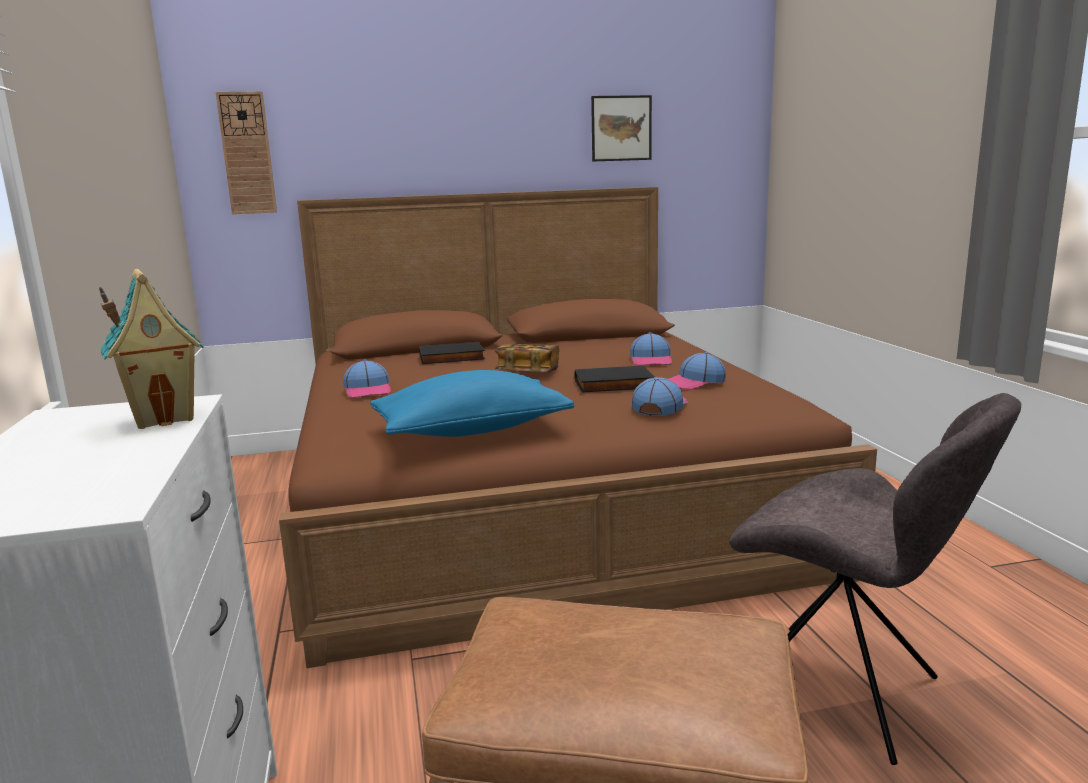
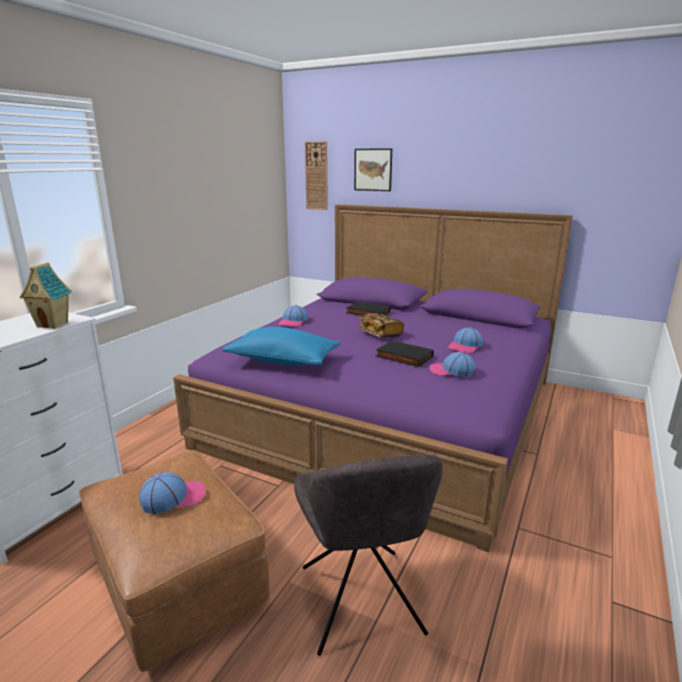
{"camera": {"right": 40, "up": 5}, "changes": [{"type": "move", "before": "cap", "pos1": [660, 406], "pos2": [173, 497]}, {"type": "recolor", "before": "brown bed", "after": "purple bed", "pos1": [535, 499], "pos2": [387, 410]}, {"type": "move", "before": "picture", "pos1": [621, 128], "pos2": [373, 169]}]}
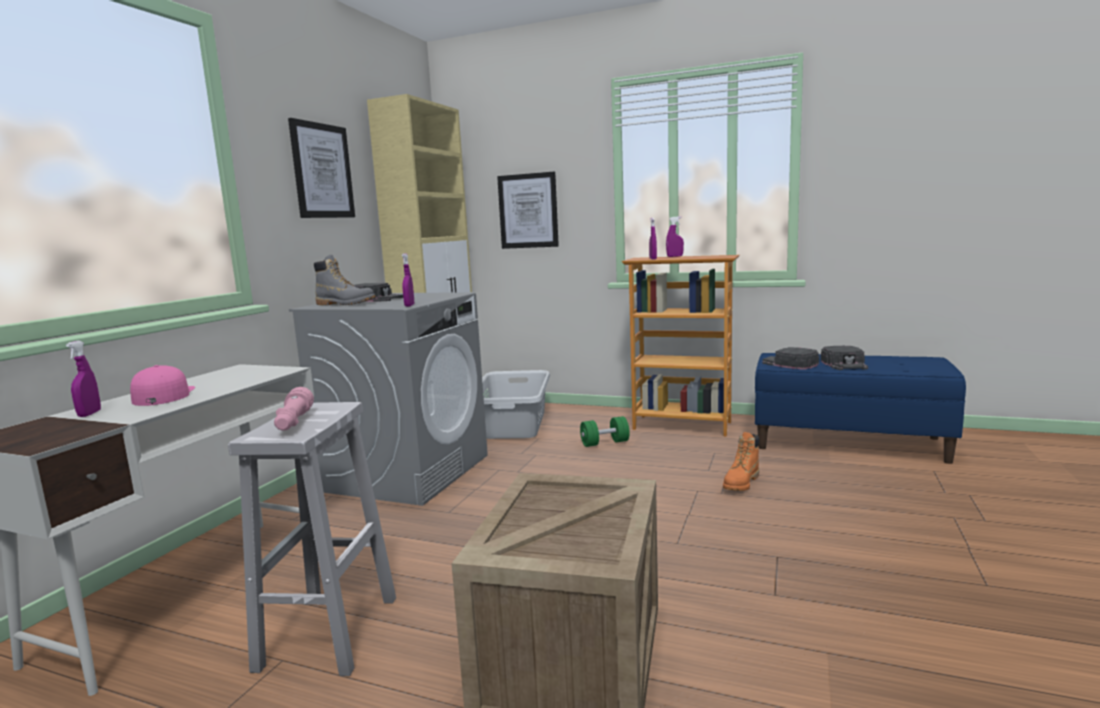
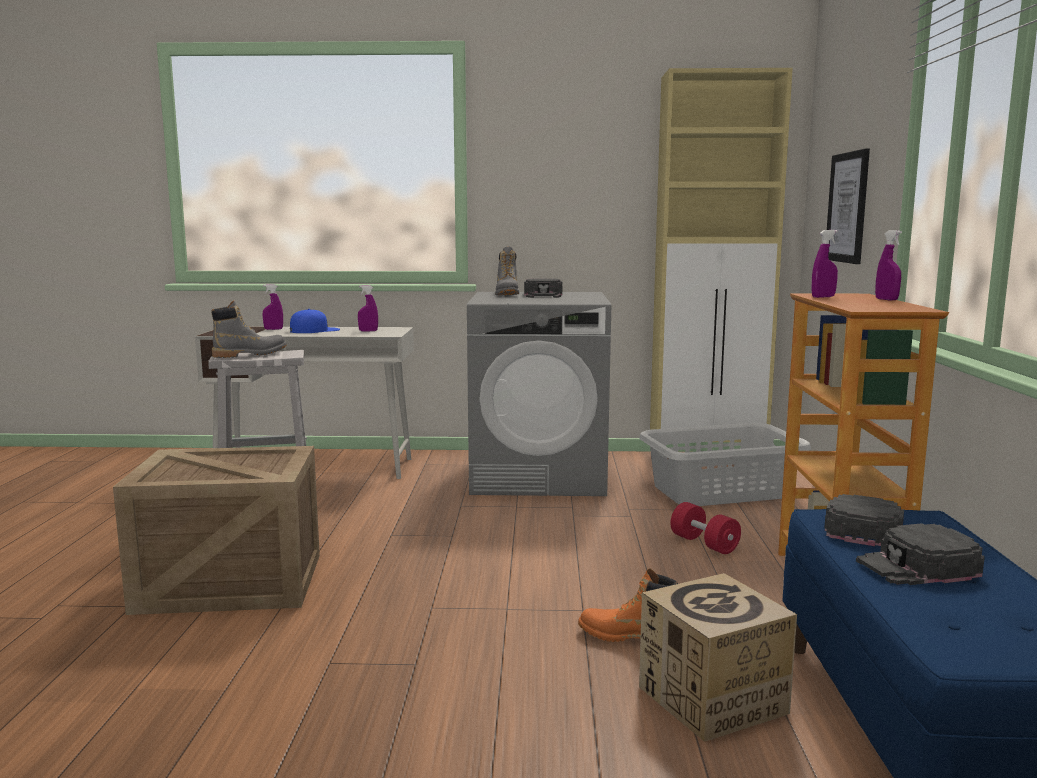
{"camera": {"right": 70, "up": 0}, "changes": [{"type": "replace", "before": "pink flashlight", "after": "grey boot", "pos1": [294, 423], "pos2": [250, 354]}, {"type": "recolor", "before": "pink cap", "after": "blue cap", "pos1": [164, 395], "pos2": [315, 330]}, {"type": "move", "before": "purple spray bottle", "pos1": [409, 305], "pos2": [368, 331]}, {"type": "insert", "after": "cardboard box", "pos2": [712, 700]}, {"type": "recolor", "before": "green dumbbell", "after": "red dumbbell", "pos1": [605, 443], "pos2": [704, 544]}, {"type": "delete", "before": "picture", "pos1": [322, 171]}]}
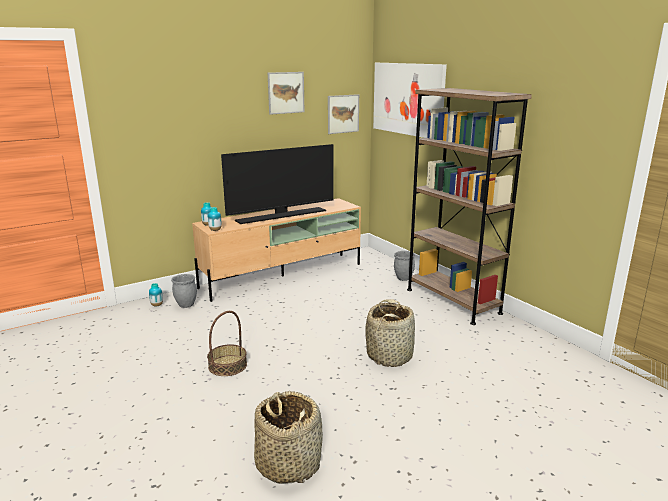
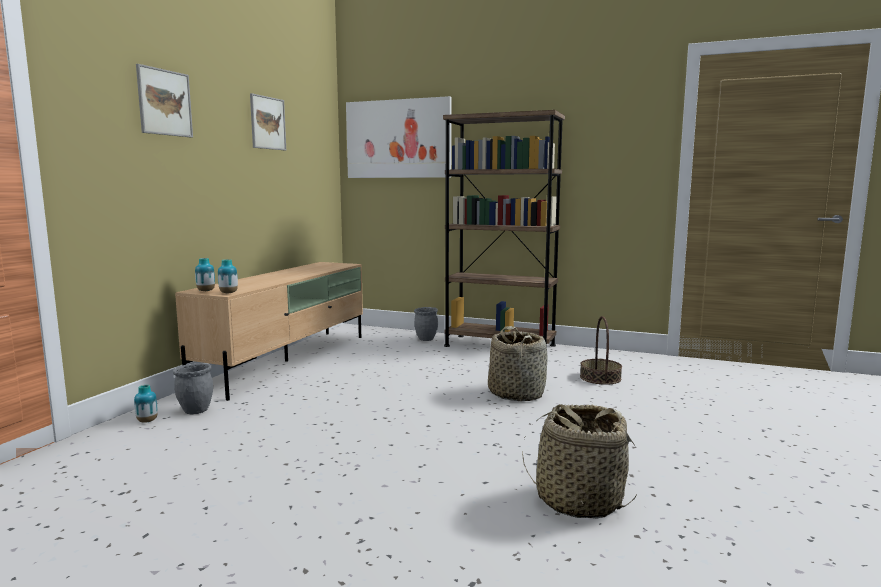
{"camera": {"right": -35, "up": -10}, "changes": [{"type": "move", "before": "picture", "pos1": [343, 114], "pos2": [164, 102]}, {"type": "move", "before": "basket", "pos1": [227, 365], "pos2": [600, 378]}, {"type": "delete", "before": "television", "pos1": [281, 215]}]}
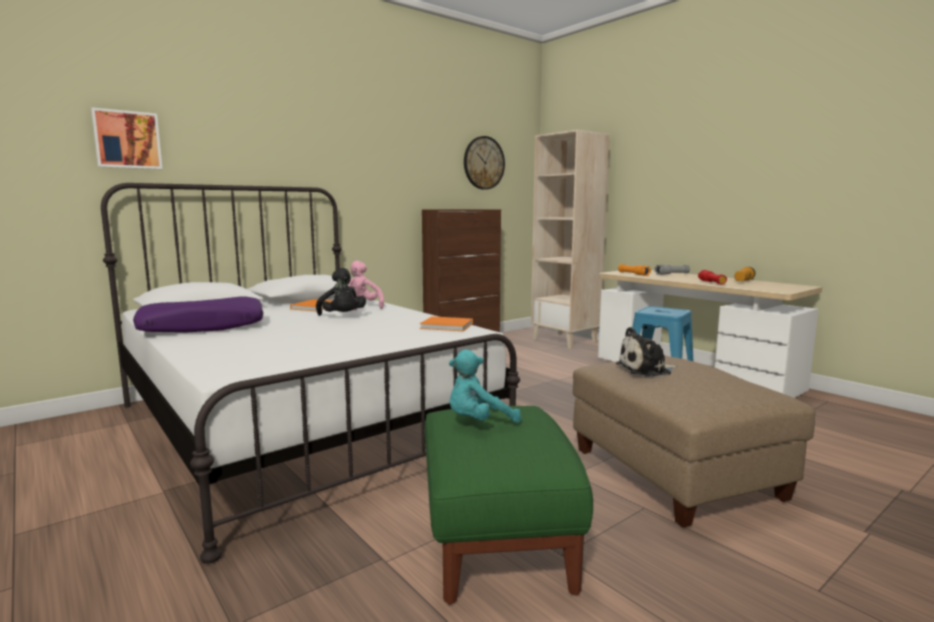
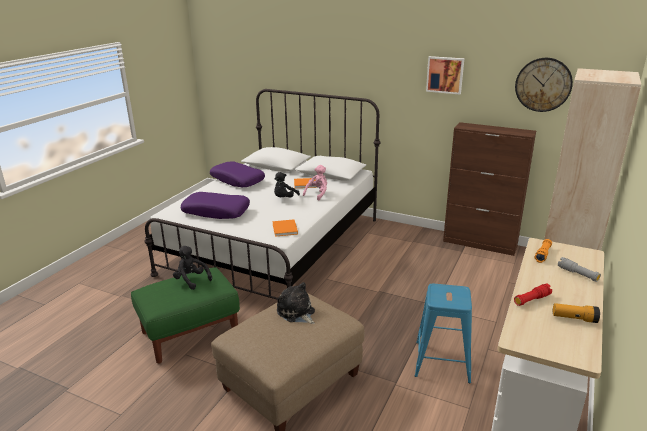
{"camera": {"right": 65, "up": 15}, "changes": [{"type": "recolor", "before": "turquoise plush toy", "after": "black plush toy", "pos1": [478, 422], "pos2": [191, 280]}, {"type": "insert", "after": "purple pillow", "pos2": [216, 211]}, {"type": "move", "before": "picture", "pos1": [127, 140], "pos2": [445, 74]}]}
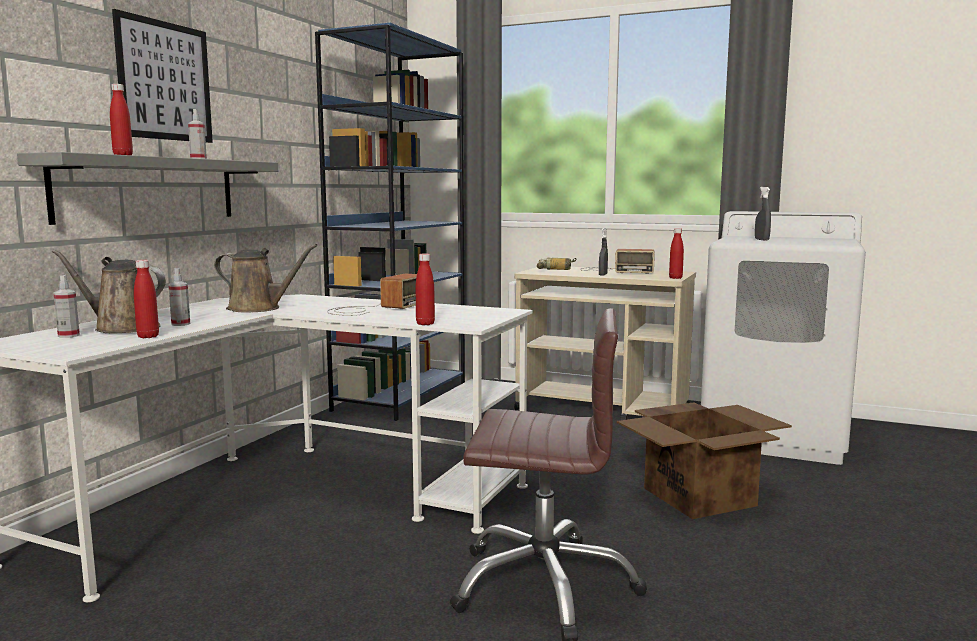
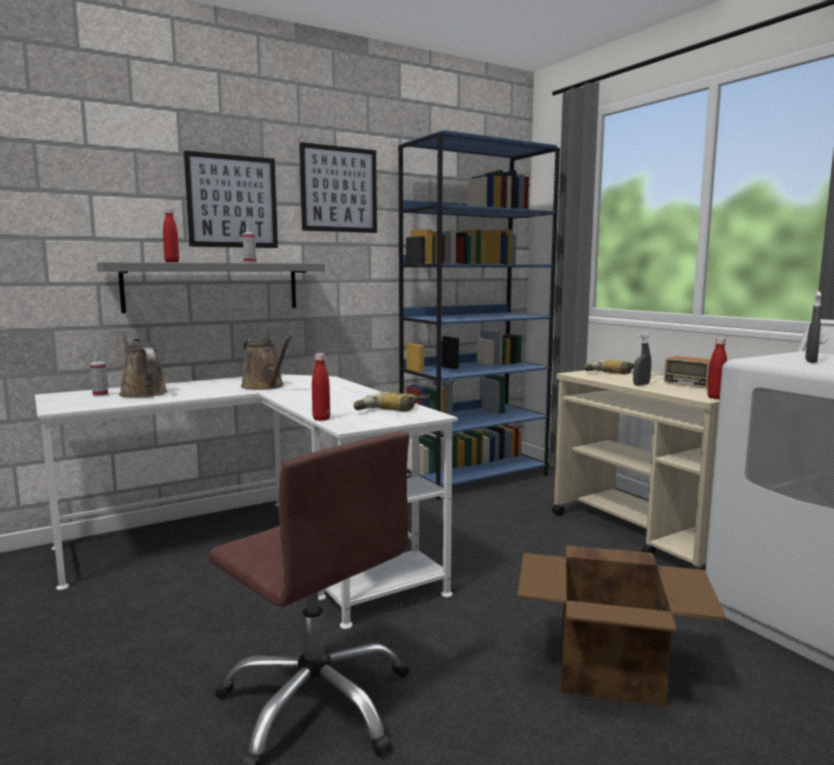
{"camera": {"right": 35, "up": 0}, "changes": [{"type": "insert", "after": "picture", "pos2": [339, 189]}, {"type": "insert", "after": "power drill", "pos2": [391, 410]}, {"type": "delete", "before": "red bottle", "pos1": [148, 336]}, {"type": "delete", "before": "spray bottle", "pos1": [180, 324]}, {"type": "delete", "before": "radio", "pos1": [374, 308]}]}
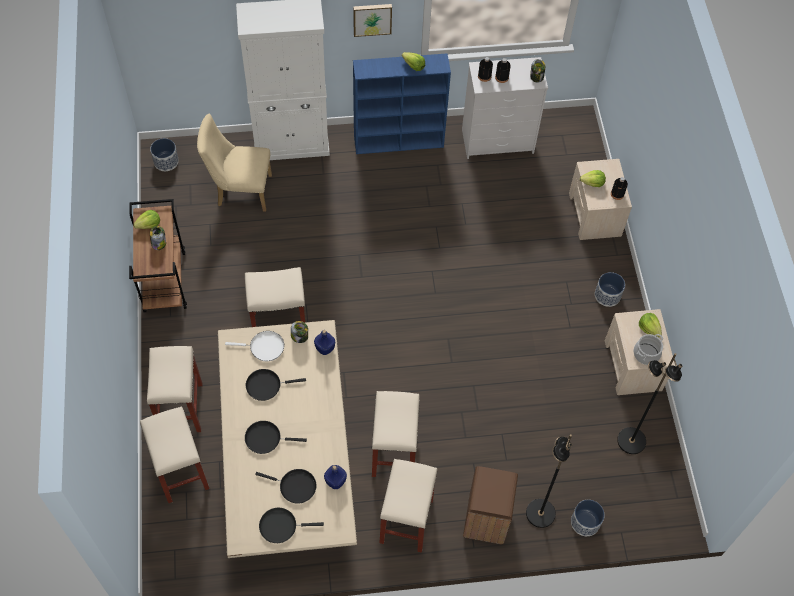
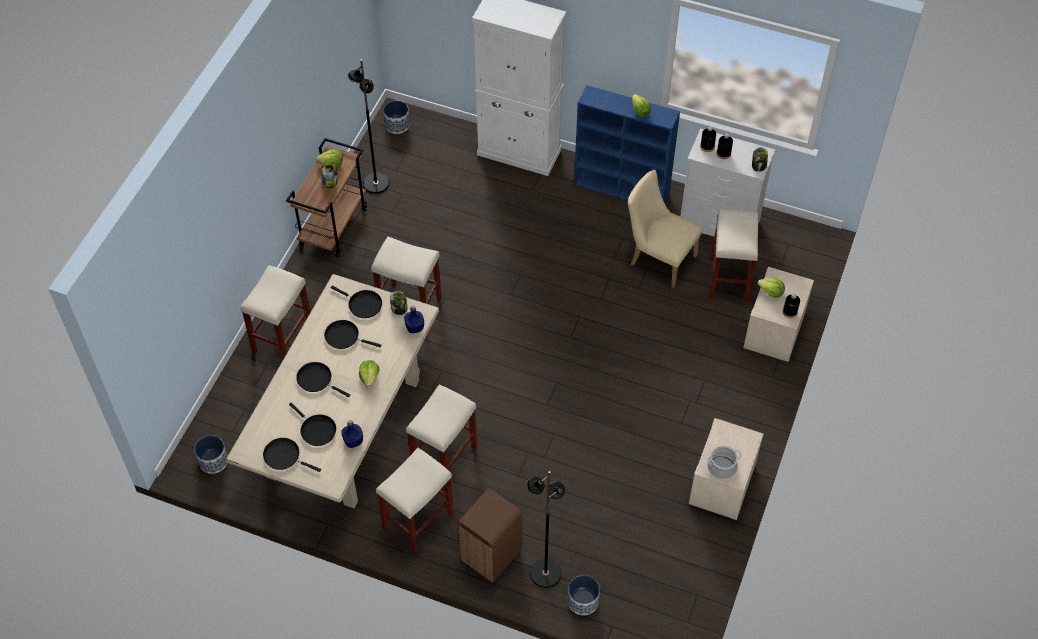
{"camera": {"right": 30, "up": -5}, "changes": [{"type": "move", "before": "planter", "pos1": [607, 295], "pos2": [213, 461]}, {"type": "recolor", "before": "white frying pan", "after": "black frying pan", "pos1": [264, 347], "pos2": [363, 304]}, {"type": "move", "before": "black floor lamp", "pos1": [630, 441], "pos2": [375, 183]}, {"type": "move", "before": "lettuce", "pos1": [649, 328], "pos2": [369, 377]}, {"type": "move", "before": "beige chair", "pos1": [240, 191], "pos2": [658, 259]}, {"type": "move", "before": "beige stool", "pos1": [180, 471], "pos2": [728, 279]}, {"type": "delete", "before": "picture", "pos1": [372, 18]}]}
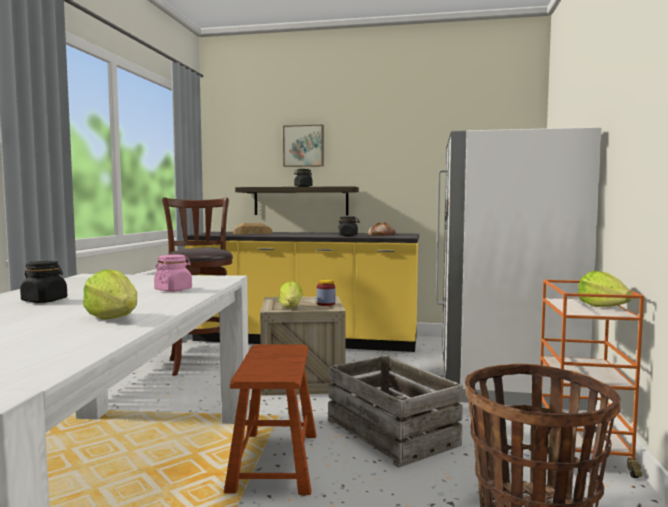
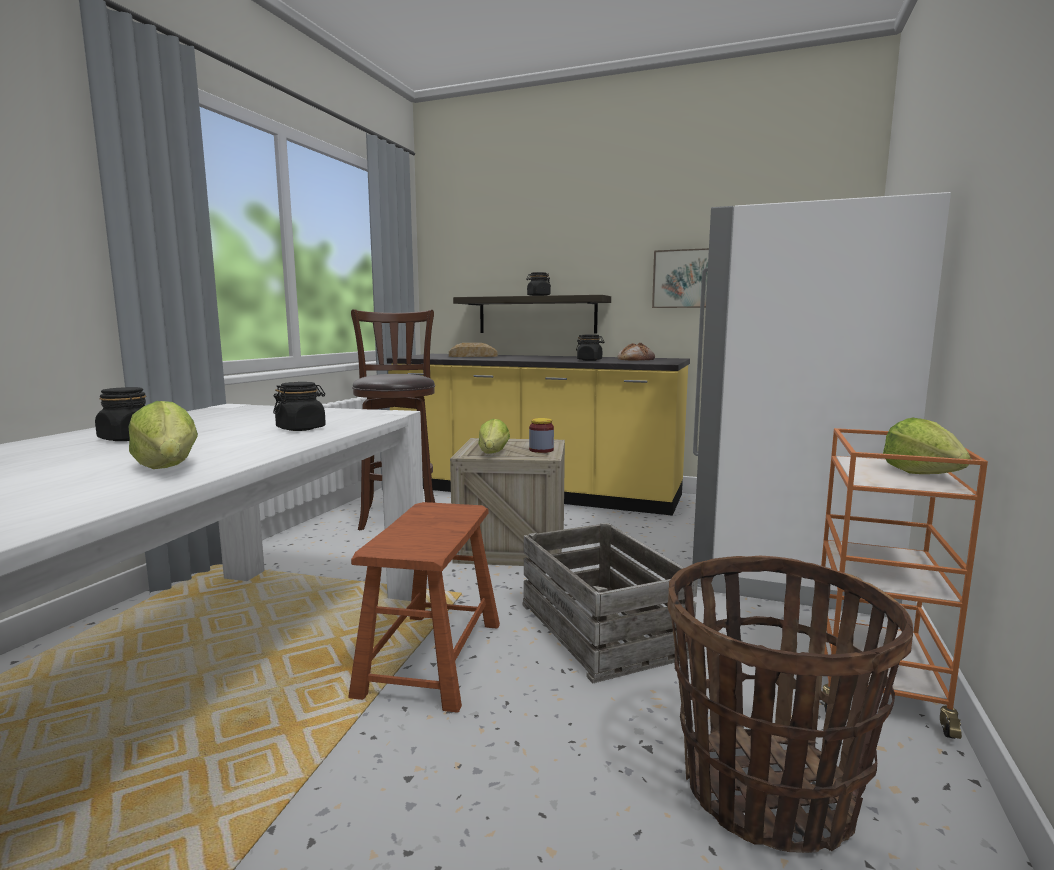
{"camera": {"right": 10, "up": 5}, "changes": [{"type": "recolor", "before": "pink jar", "after": "black jar", "pos1": [173, 290], "pos2": [301, 428]}, {"type": "move", "before": "picture", "pos1": [303, 146], "pos2": [682, 279]}]}
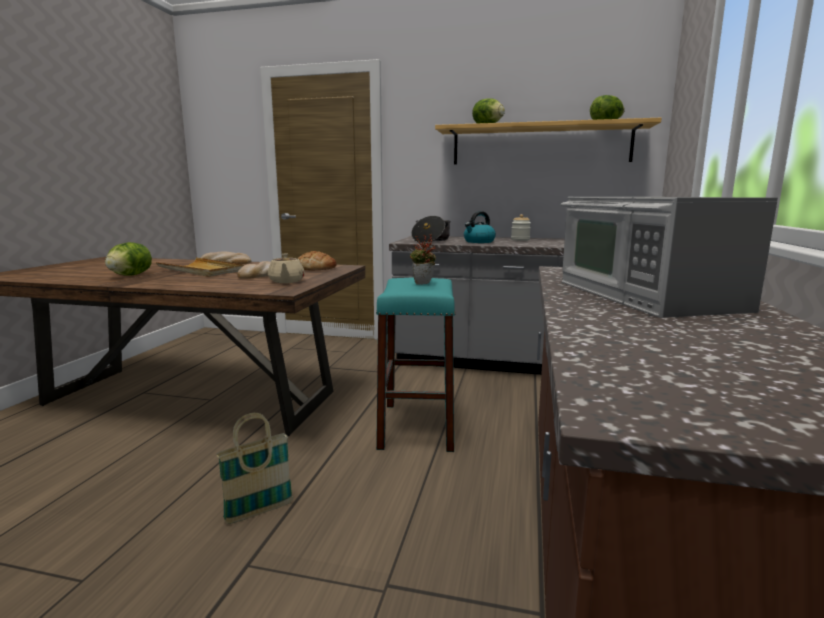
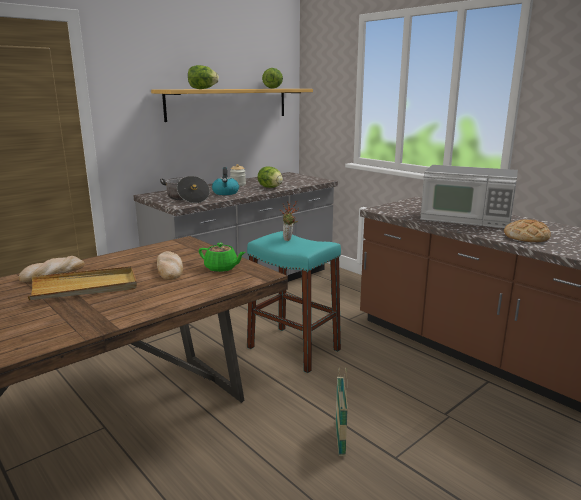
{"camera": {"right": -55, "up": 5}, "changes": [{"type": "recolor", "before": "beige teapot", "after": "green teapot", "pos1": [286, 281], "pos2": [222, 268]}, {"type": "move", "before": "lettuce", "pos1": [130, 275], "pos2": [270, 187]}, {"type": "move", "before": "bread", "pos1": [315, 268], "pos2": [526, 237]}]}
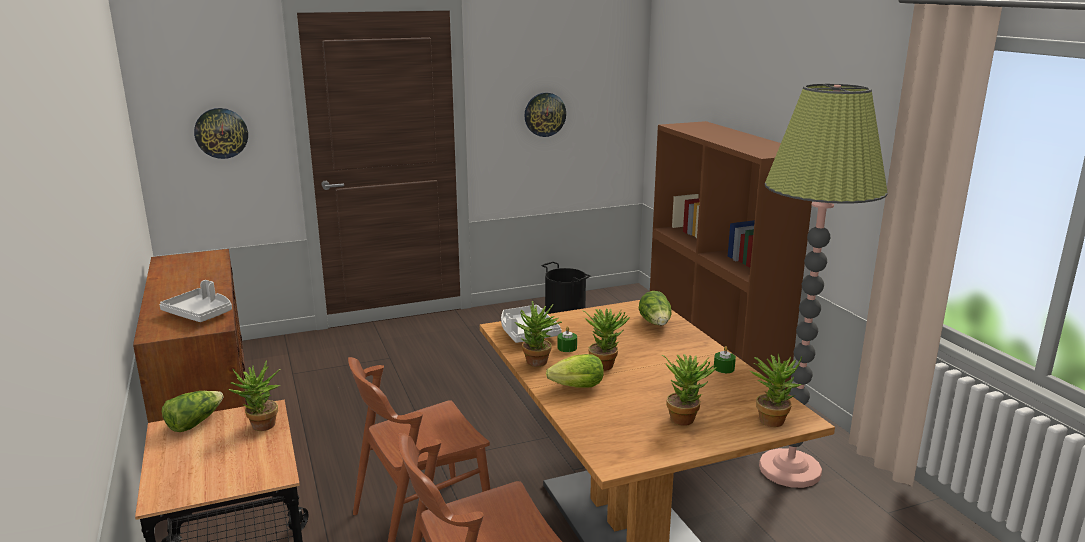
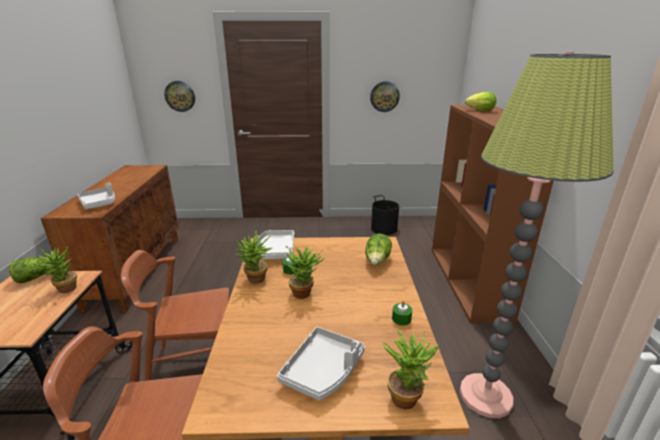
{"camera": {"right": 20, "up": 5}, "changes": [{"type": "replace", "before": "potted plant", "after": "grey tray", "pos1": [686, 418], "pos2": [323, 370]}, {"type": "move", "before": "lettuce", "pos1": [574, 387], "pos2": [478, 110]}]}
